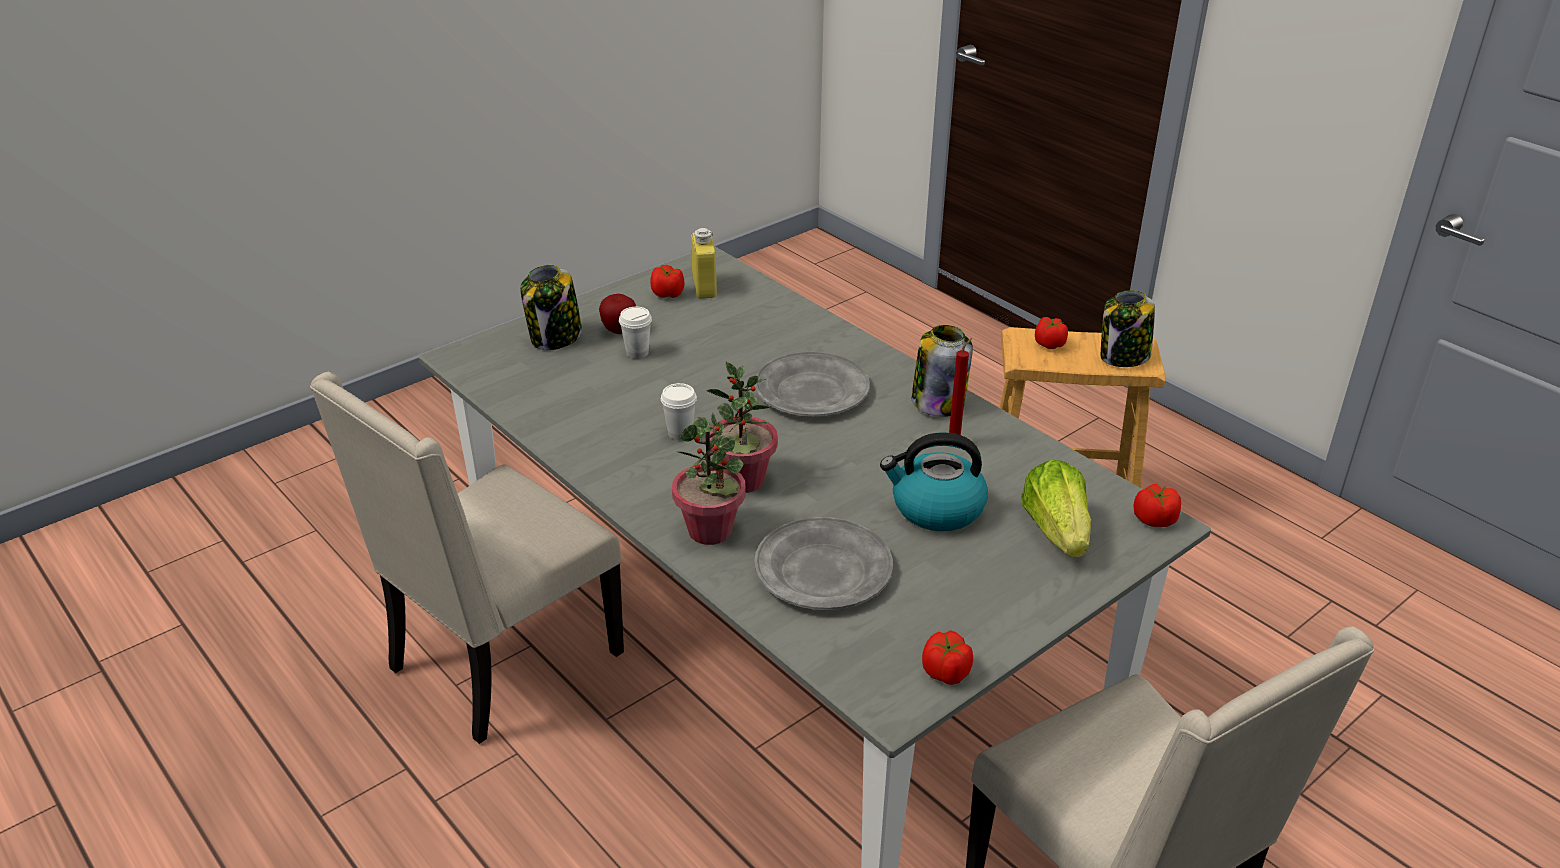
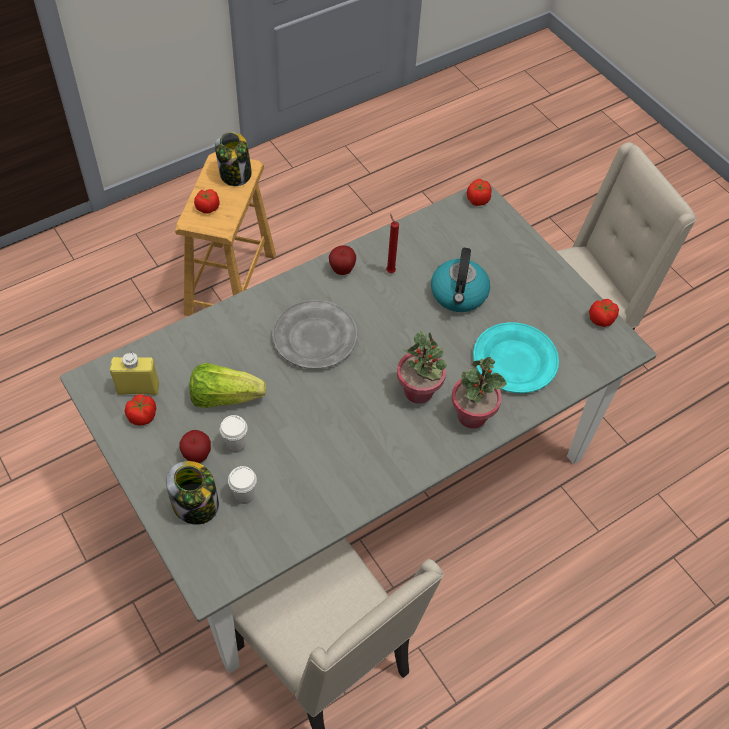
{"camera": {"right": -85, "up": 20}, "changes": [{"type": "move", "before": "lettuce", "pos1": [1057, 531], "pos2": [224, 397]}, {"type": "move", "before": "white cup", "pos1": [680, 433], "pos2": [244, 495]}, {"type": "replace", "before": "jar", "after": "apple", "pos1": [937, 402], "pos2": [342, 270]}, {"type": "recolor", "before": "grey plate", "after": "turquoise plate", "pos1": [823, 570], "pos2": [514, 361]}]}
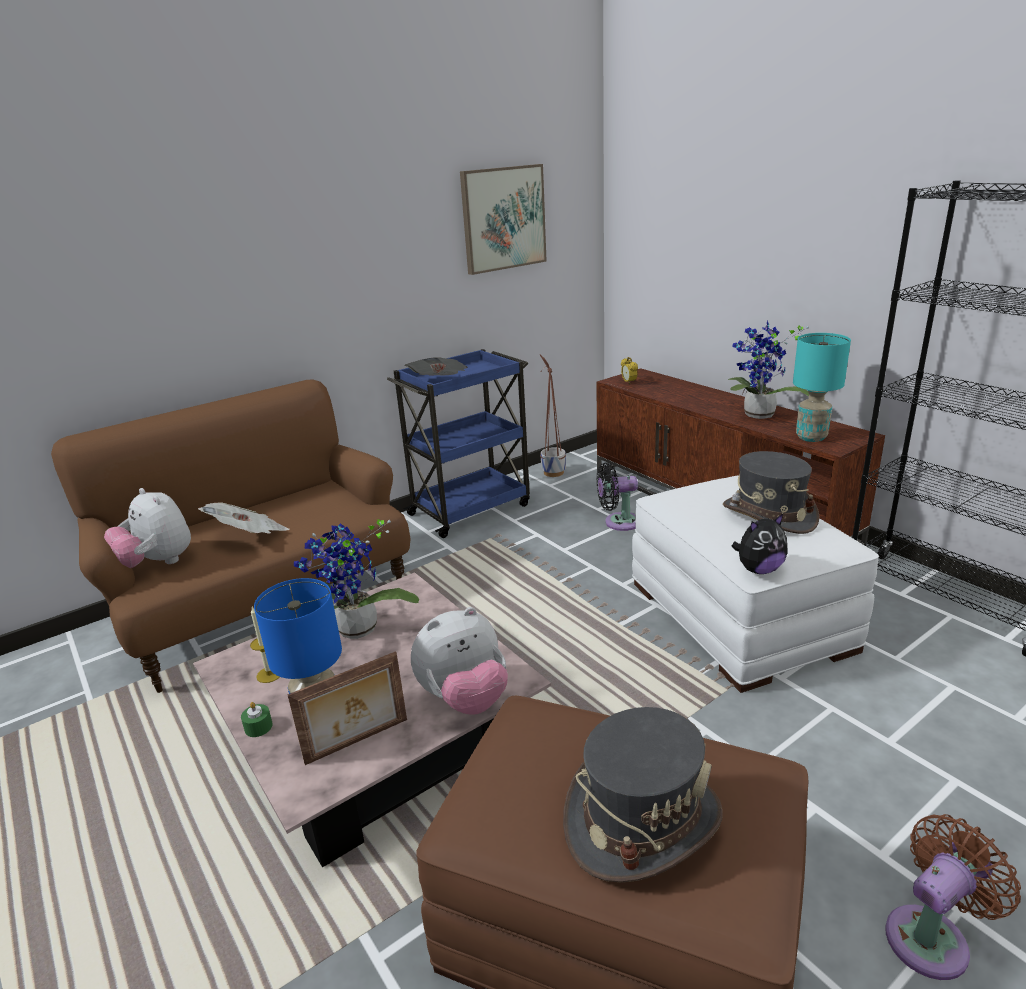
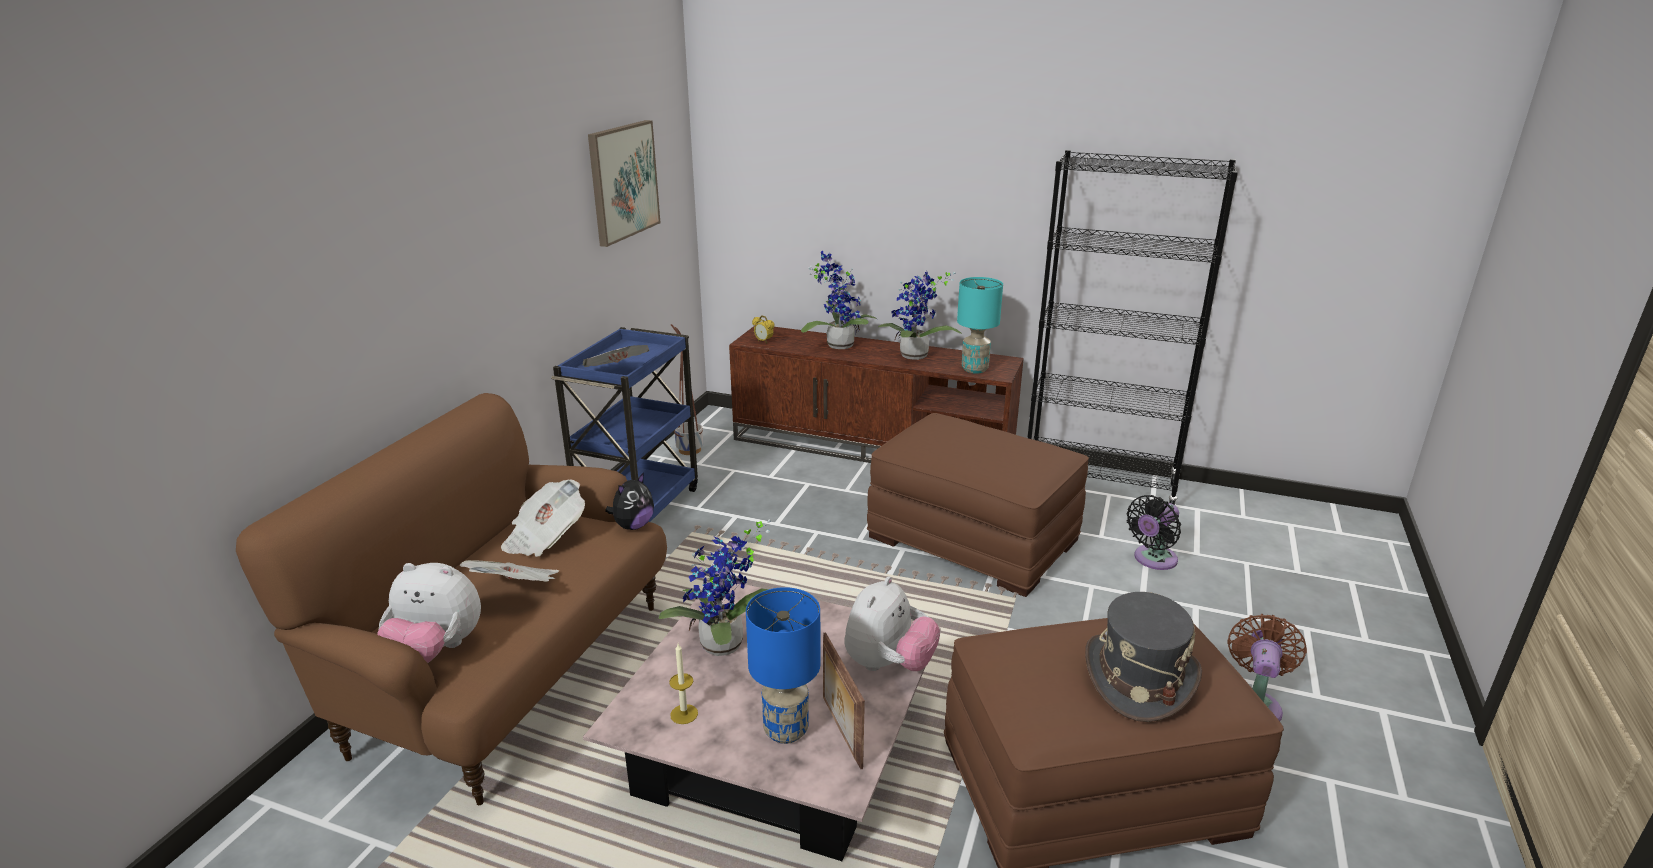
{"camera": {"right": -35, "up": 0}, "changes": [{"type": "insert", "after": "newspaper", "pos2": [545, 538]}, {"type": "move", "before": "plush toy", "pos1": [758, 569], "pos2": [633, 526]}, {"type": "insert", "after": "potted plant", "pos2": [838, 344]}, {"type": "rotate", "before": "picture frame", "pos1": [358, 742], "pos2": [840, 732], "turn": 135}, {"type": "recolor", "before": "white ottoman", "after": "brown ottoman", "pos1": [739, 616], "pos2": [974, 538]}, {"type": "move", "before": "black fan", "pos1": [618, 522], "pos2": [1152, 560]}, {"type": "delete", "before": "green candle", "pos1": [258, 727]}, {"type": "delete", "before": "grey hat", "pos1": [768, 515]}]}
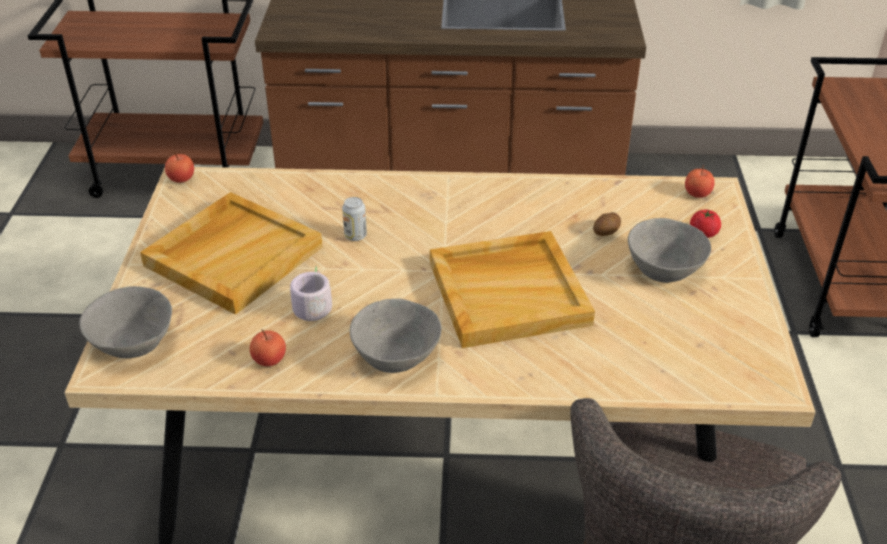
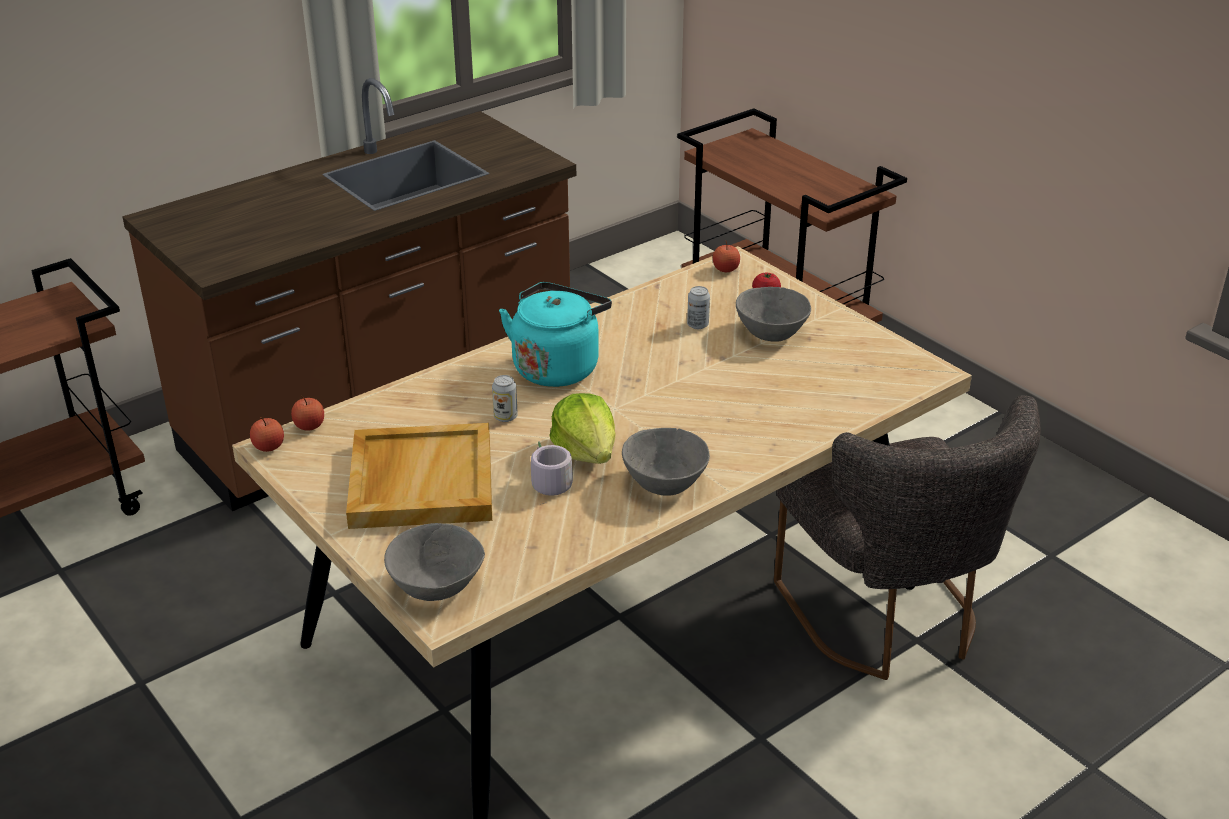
{"camera": {"right": -40, "up": -5}, "changes": [{"type": "move", "before": "apple", "pos1": [269, 359], "pos2": [309, 426]}, {"type": "insert", "after": "turquoise kettle", "pos2": [557, 366]}, {"type": "insert", "after": "lettuce", "pos2": [586, 451]}, {"type": "replace", "before": "potato", "after": "can", "pos1": [606, 232], "pos2": [697, 325]}, {"type": "delete", "before": "beige tray", "pos1": [509, 292]}]}
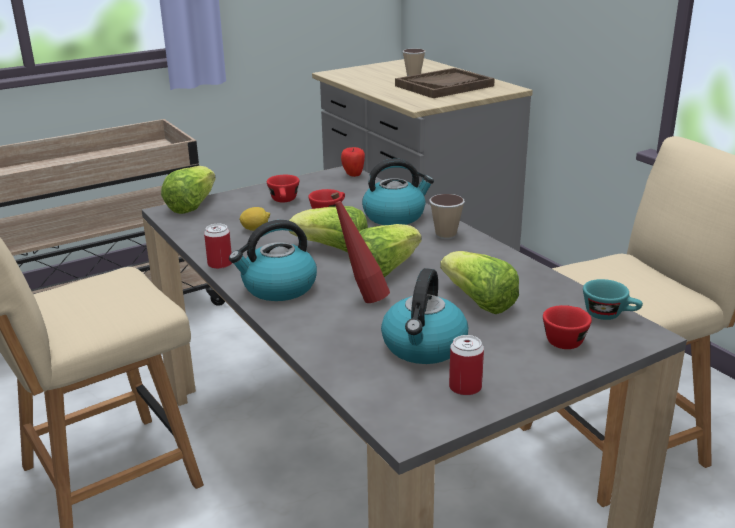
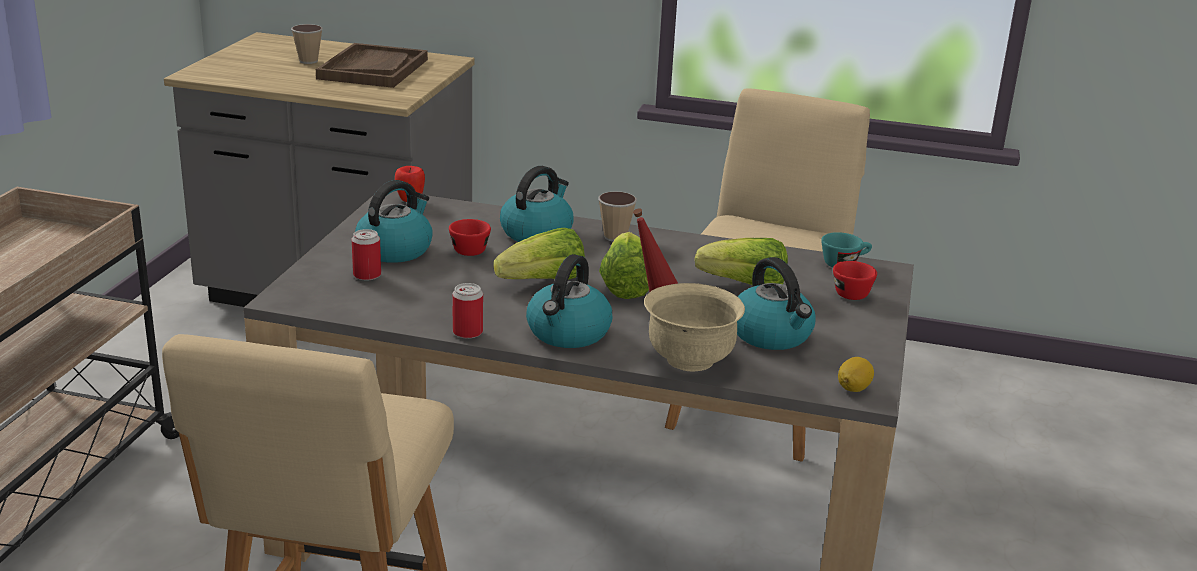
{"camera": {"right": -45, "up": 0}, "changes": [{"type": "move", "before": "can", "pos1": [465, 387], "pos2": [367, 275]}, {"type": "replace", "before": "red cup", "after": "kettle", "pos1": [284, 201], "pos2": [395, 249]}, {"type": "insert", "after": "beige bowl", "pos2": [690, 359]}, {"type": "move", "before": "lemon", "pos1": [255, 229], "pos2": [853, 388]}, {"type": "delete", "before": "lettuce", "pos1": [191, 205]}]}
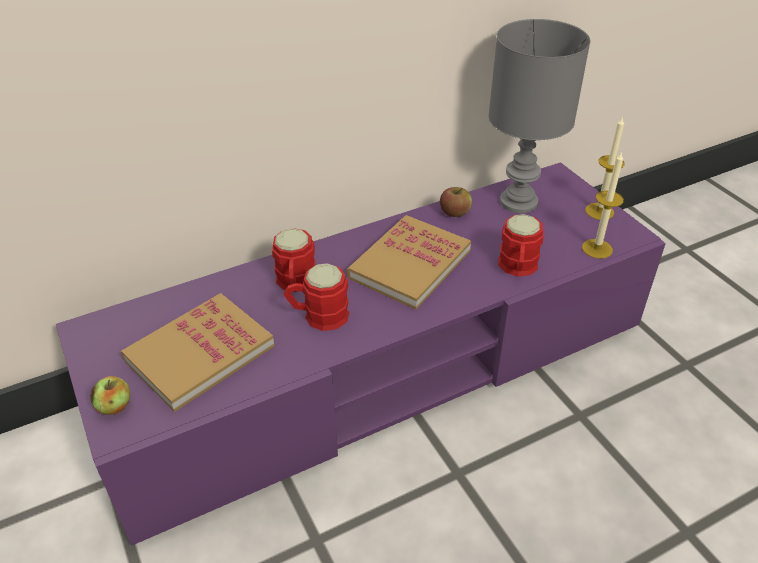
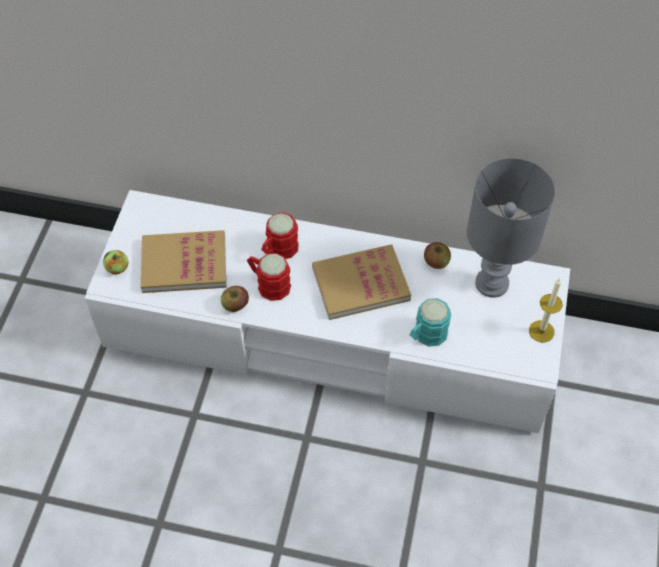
{"camera": {"right": 40, "up": 15}, "changes": [{"type": "recolor", "before": "purple tv stand", "after": "white tv stand", "pos1": [379, 368], "pos2": [329, 335]}, {"type": "insert", "after": "apple", "pos2": [235, 305]}, {"type": "recolor", "before": "red mug", "after": "turquoise mug", "pos1": [517, 268], "pos2": [426, 335]}, {"type": "delete", "before": "candle", "pos1": [597, 248]}]}
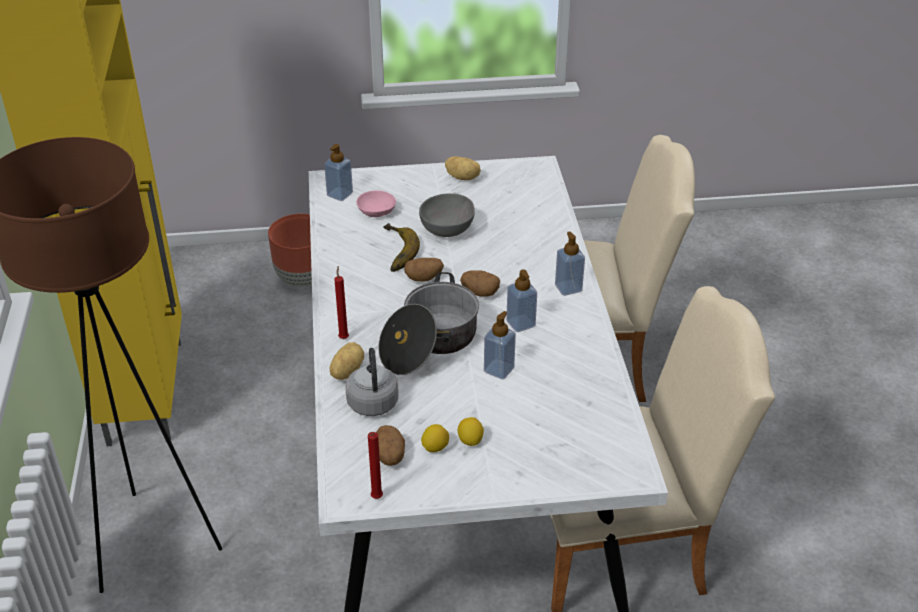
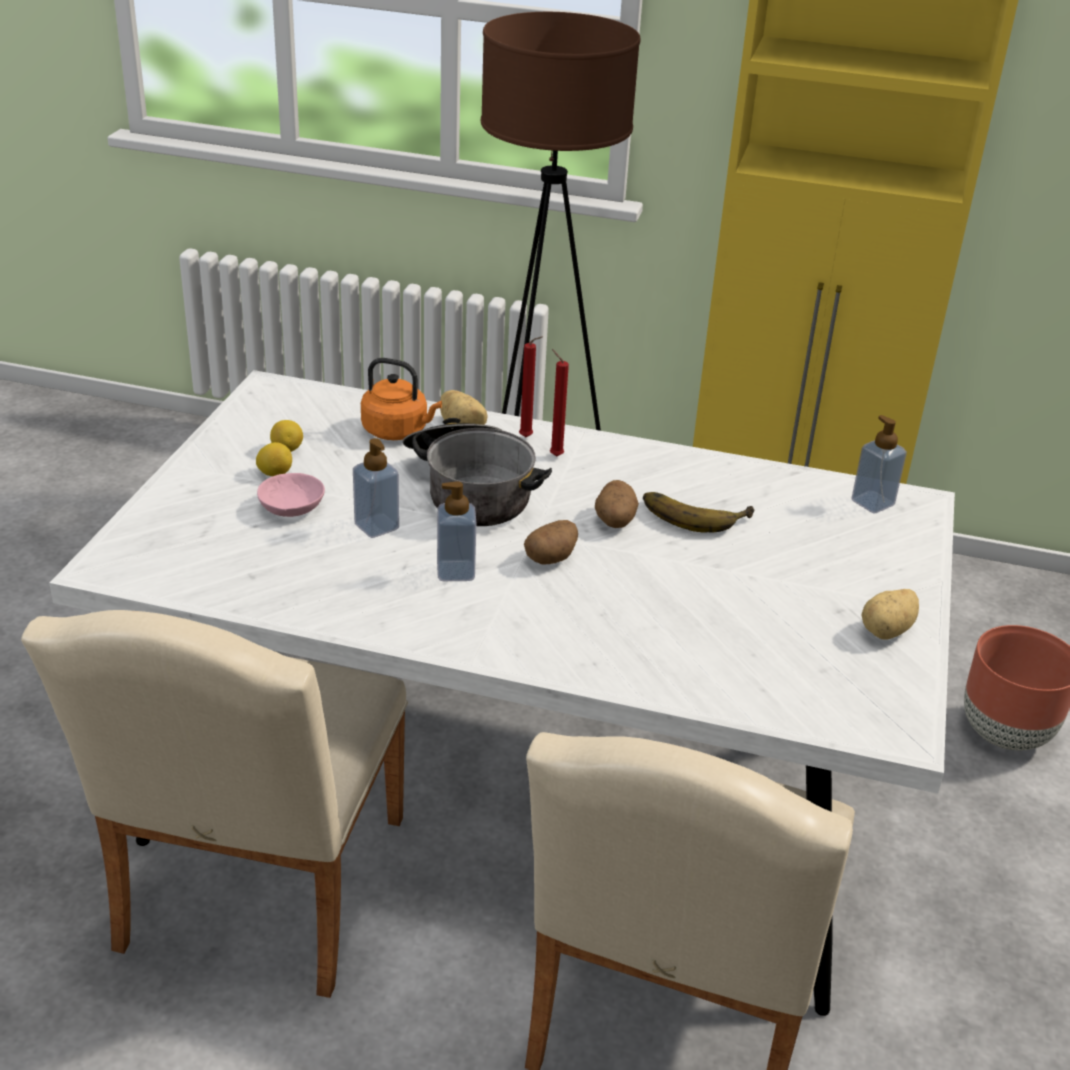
{"camera": {"right": 110, "up": -5}, "changes": [{"type": "move", "before": "pink bowl", "pos1": [377, 211], "pos2": [292, 509]}, {"type": "recolor", "before": "grey kettle", "after": "orange kettle", "pos1": [372, 401], "pos2": [398, 431]}, {"type": "move", "before": "red candle", "pos1": [376, 499], "pos2": [554, 455]}, {"type": "delete", "before": "potato", "pos1": [389, 457]}, {"type": "delete", "before": "grey bowl", "pos1": [448, 230]}, {"type": "delete", "before": "soap dispenser", "pos1": [568, 288]}]}
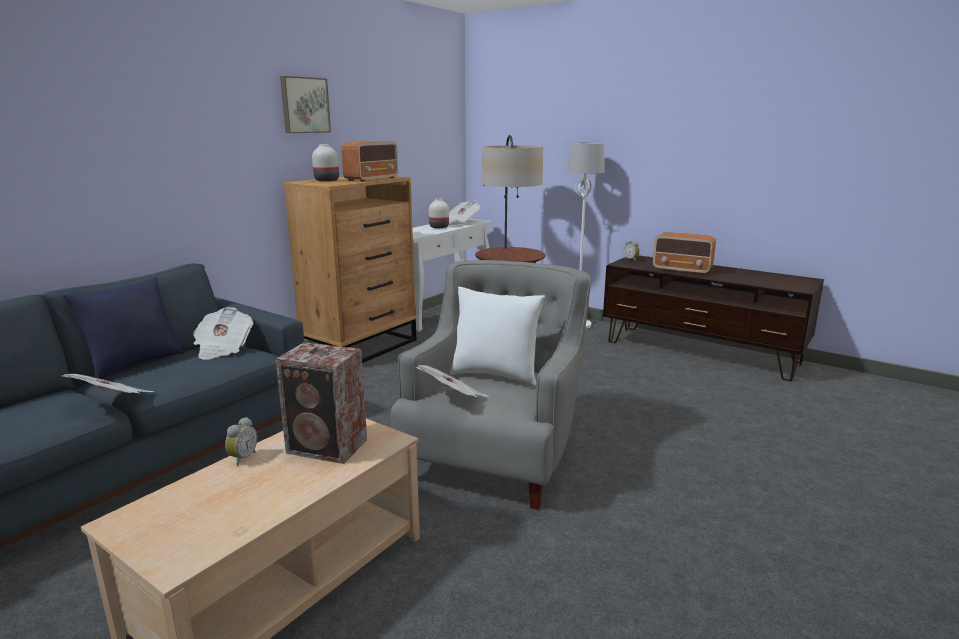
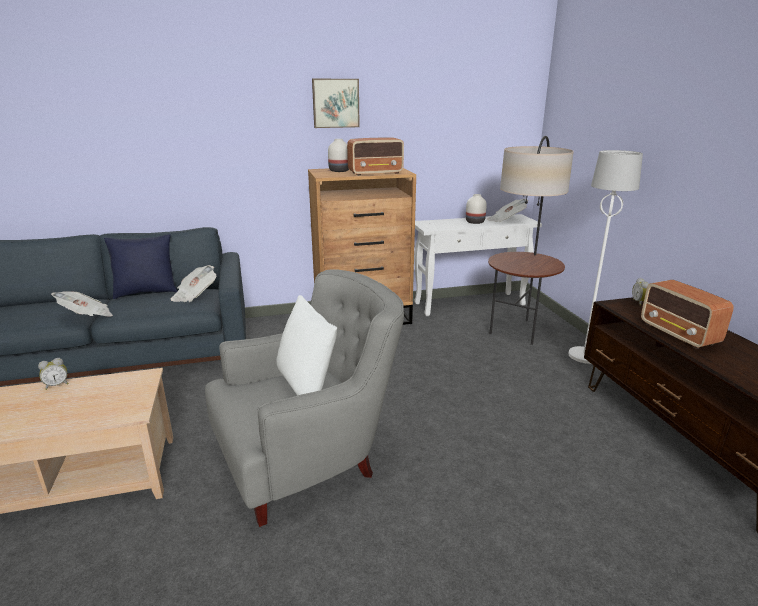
{"camera": {"right": 40, "up": 5}, "changes": [{"type": "delete", "before": "speaker", "pos1": [328, 447]}, {"type": "delete", "before": "newspaper", "pos1": [452, 399]}]}
